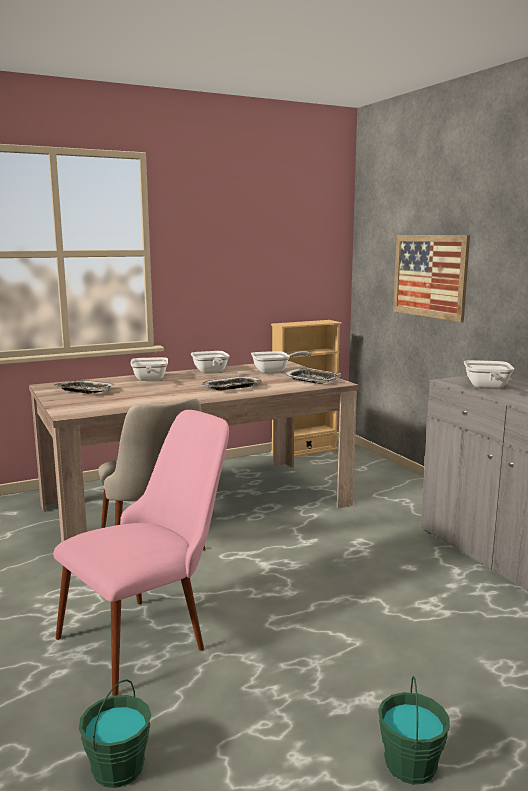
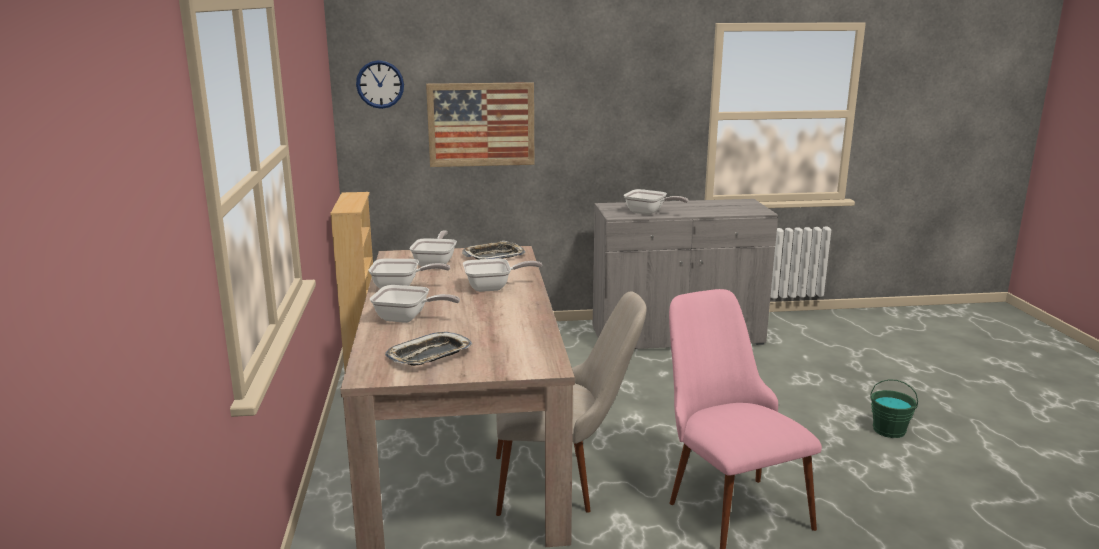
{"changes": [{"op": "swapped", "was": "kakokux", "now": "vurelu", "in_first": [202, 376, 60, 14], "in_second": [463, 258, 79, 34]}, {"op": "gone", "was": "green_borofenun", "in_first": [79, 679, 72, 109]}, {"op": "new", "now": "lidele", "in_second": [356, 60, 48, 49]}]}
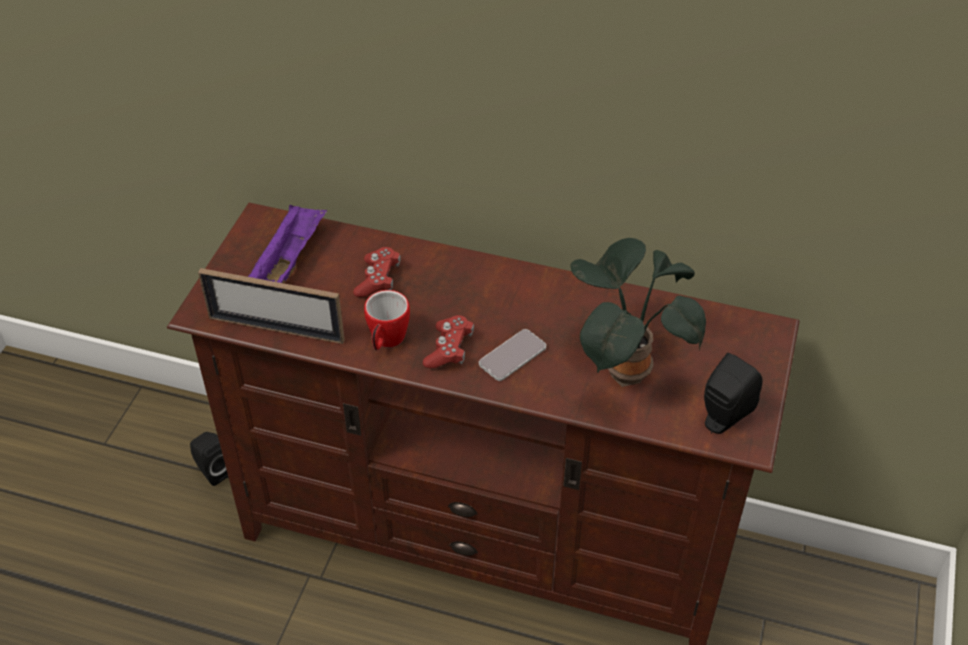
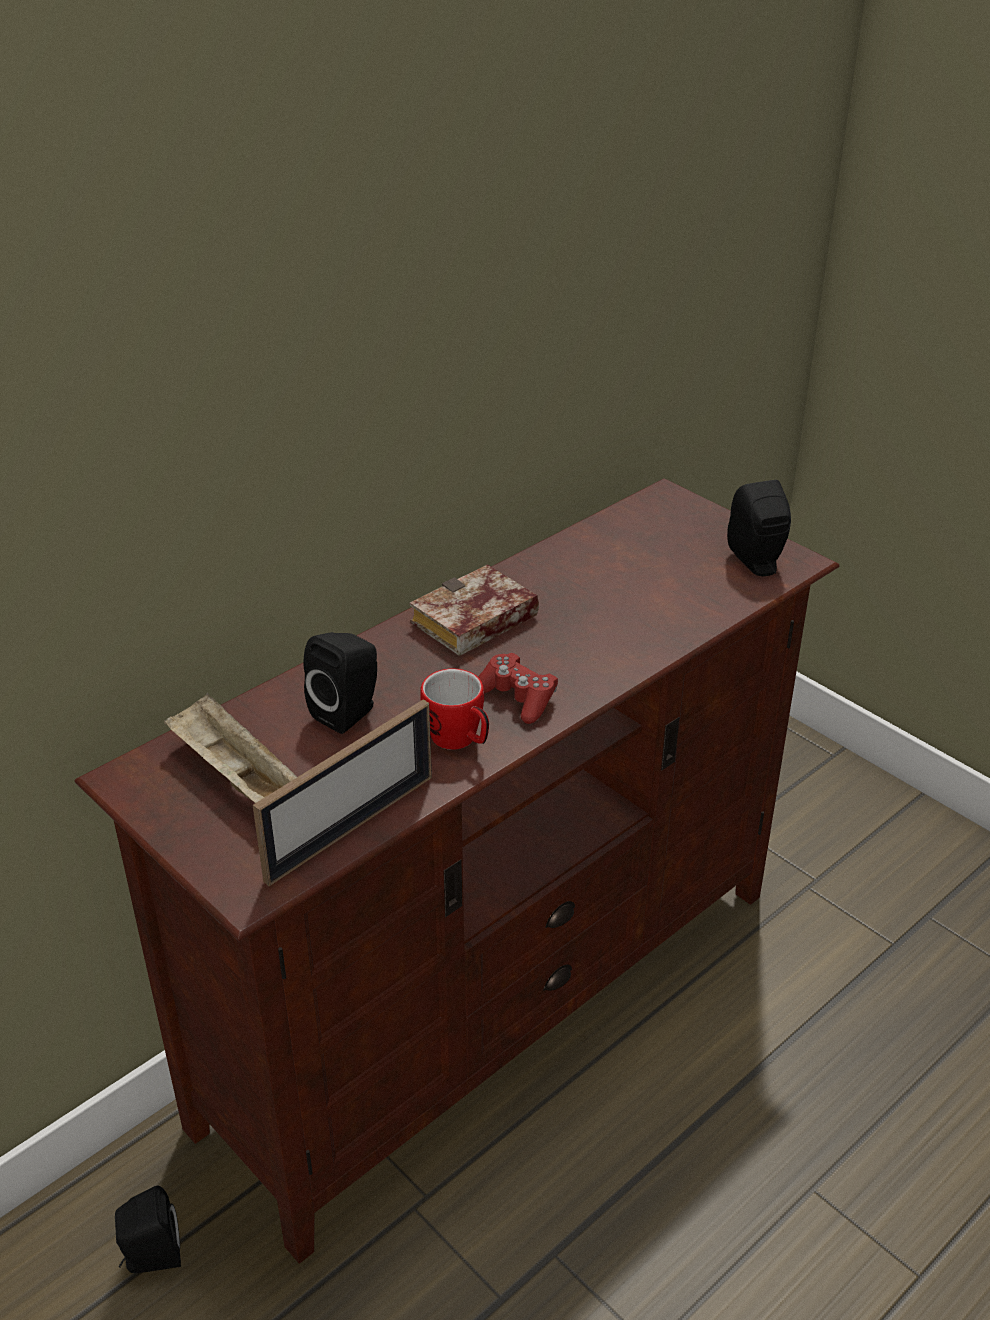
{"changes": [{"op": "repainted", "was": "purple_kakokux", "now": "beige_kakokux", "in_first": [248, 204, 79, 79], "in_second": [164, 693, 133, 110]}, {"op": "gone", "was": "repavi", "in_first": [570, 238, 136, 149]}, {"op": "swapped", "was": "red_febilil", "now": "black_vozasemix", "in_first": [353, 247, 47, 50], "in_second": [303, 632, 74, 102]}, {"op": "gone", "was": "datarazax", "in_first": [479, 329, 67, 52]}, {"op": "new", "now": "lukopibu", "in_second": [410, 564, 129, 92]}]}
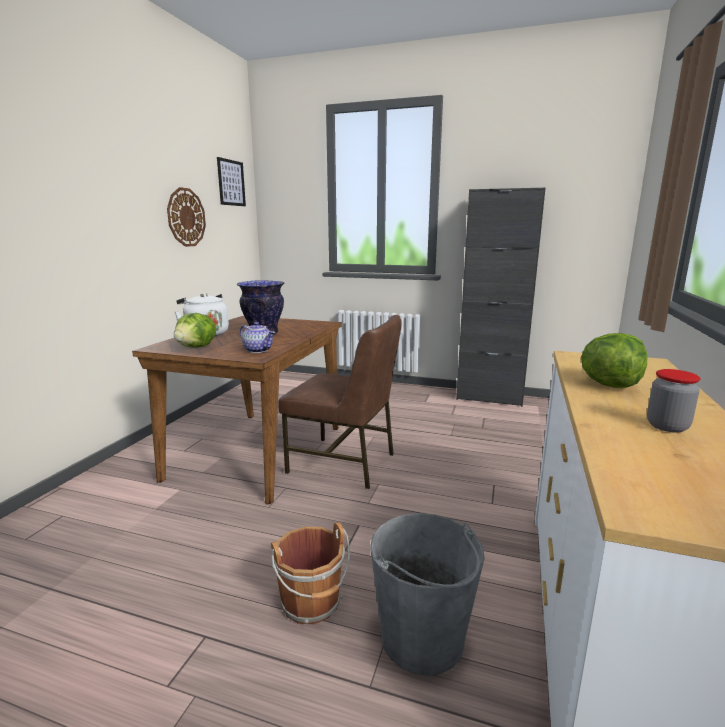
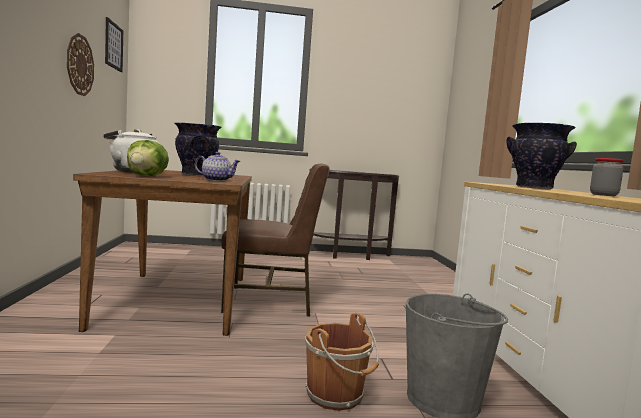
{"changes": [{"op": "swapped", "was": "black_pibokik", "now": "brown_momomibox", "in_first": [456, 187, 90, 220], "in_second": [310, 169, 89, 91]}, {"op": "swapped", "was": "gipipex", "now": "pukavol", "in_first": [581, 333, 67, 55], "in_second": [507, 123, 70, 67]}]}
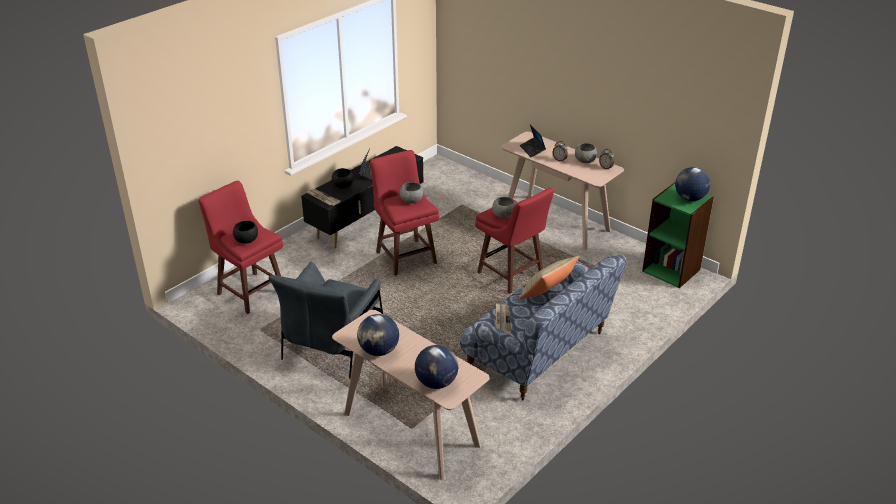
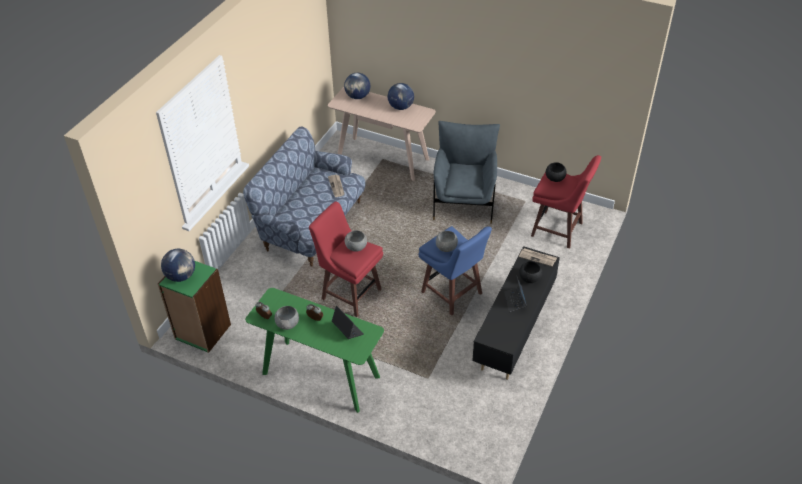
{"changes": [{"op": "repainted", "was": "beige_momomibox", "now": "green_momomibox", "in_first": [501, 132, 123, 118], "in_second": [245, 288, 139, 125]}, {"op": "repainted", "was": "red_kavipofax", "now": "blue_kavipofax", "in_first": [370, 150, 69, 126], "in_second": [418, 226, 74, 90]}, {"op": "gone", "was": "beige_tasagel", "in_first": [518, 256, 62, 44]}]}
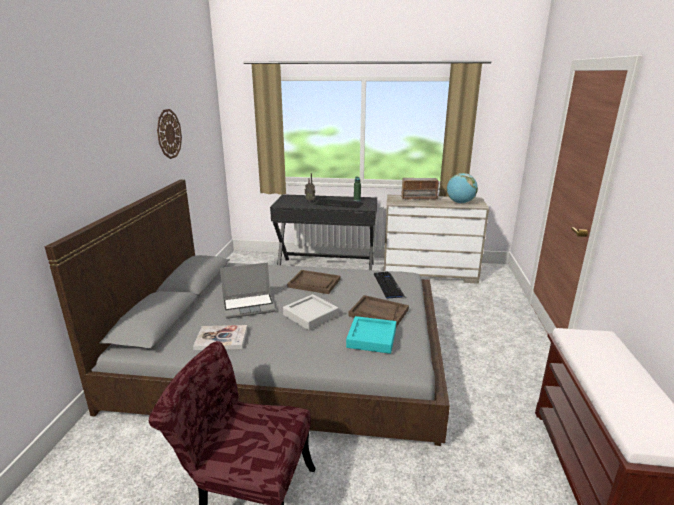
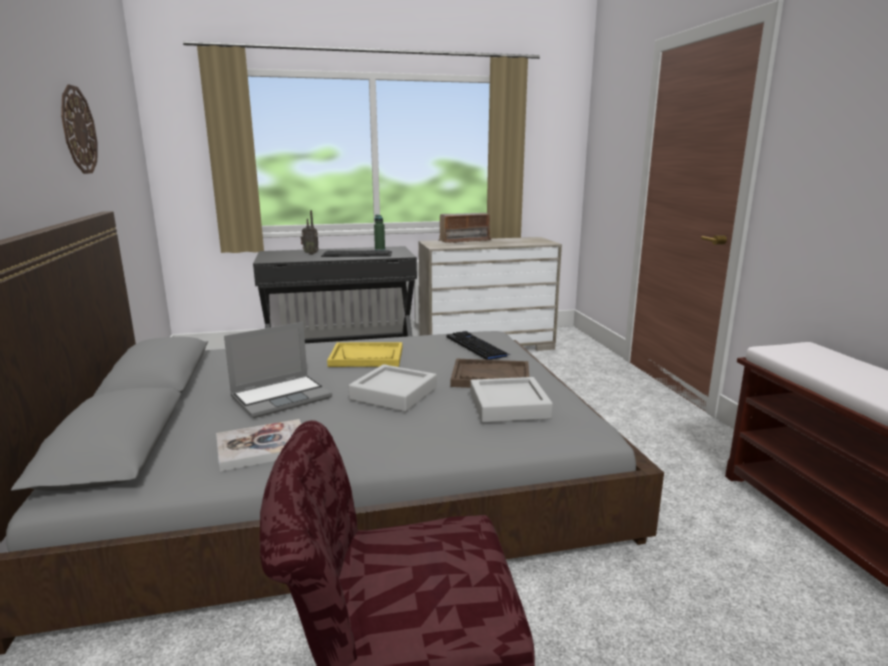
{"changes": [{"op": "gone", "was": "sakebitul", "in_first": [447, 173, 31, 30]}, {"op": "repainted", "was": "brown_kakokux", "now": "yellow_kakokux", "in_first": [287, 270, 53, 24], "in_second": [327, 342, 75, 25]}, {"op": "repainted", "was": "turquoise_kakokux", "now": "grey_kakokux", "in_first": [346, 316, 50, 38], "in_second": [470, 377, 83, 46]}]}
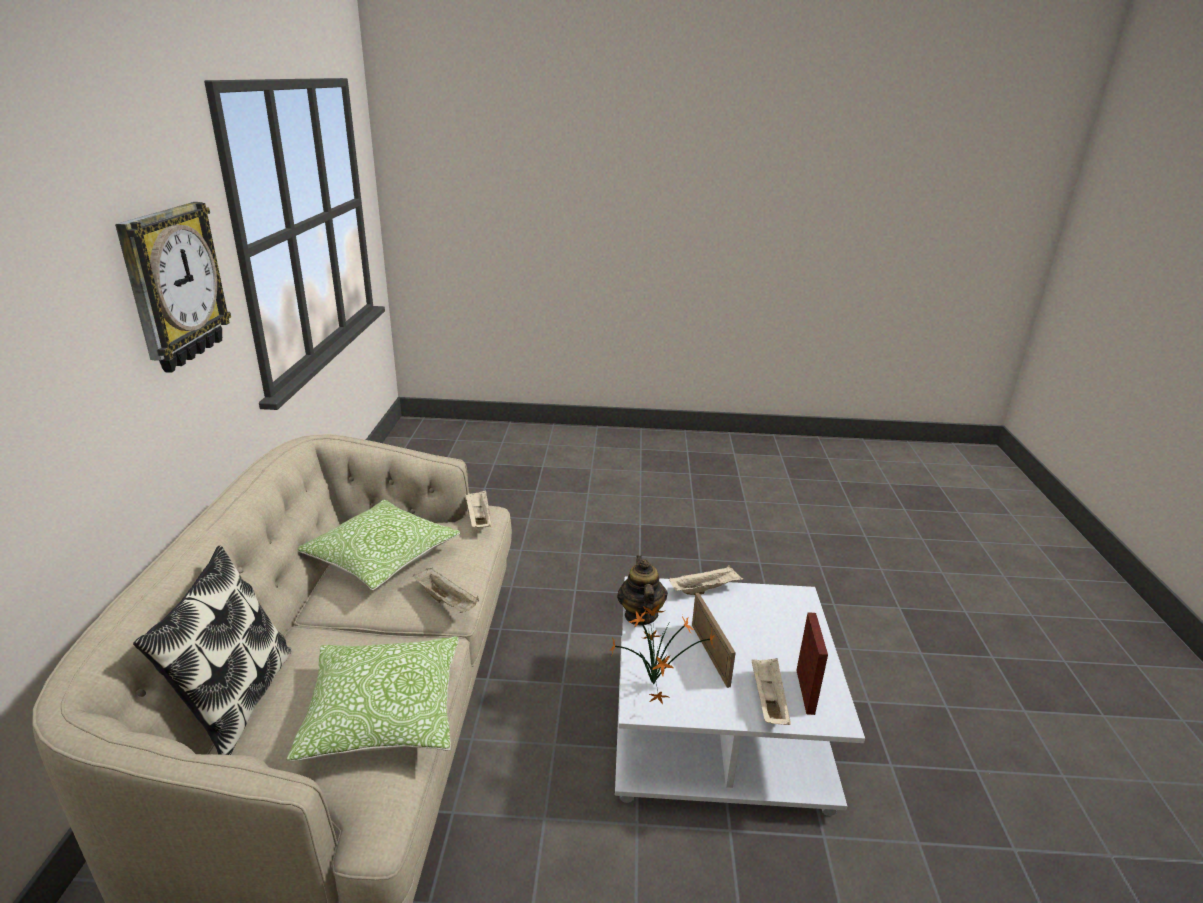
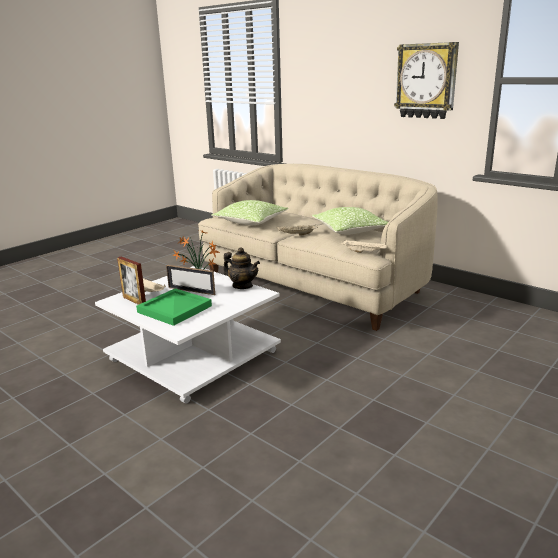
{"changes": [{"op": "gone", "was": "tasagel", "in_first": [133, 546, 159, 209]}, {"op": "gone", "was": "beige_kakokux", "in_first": [669, 565, 74, 30]}, {"op": "new", "now": "green_kakokux", "in_second": [136, 288, 76, 38]}]}
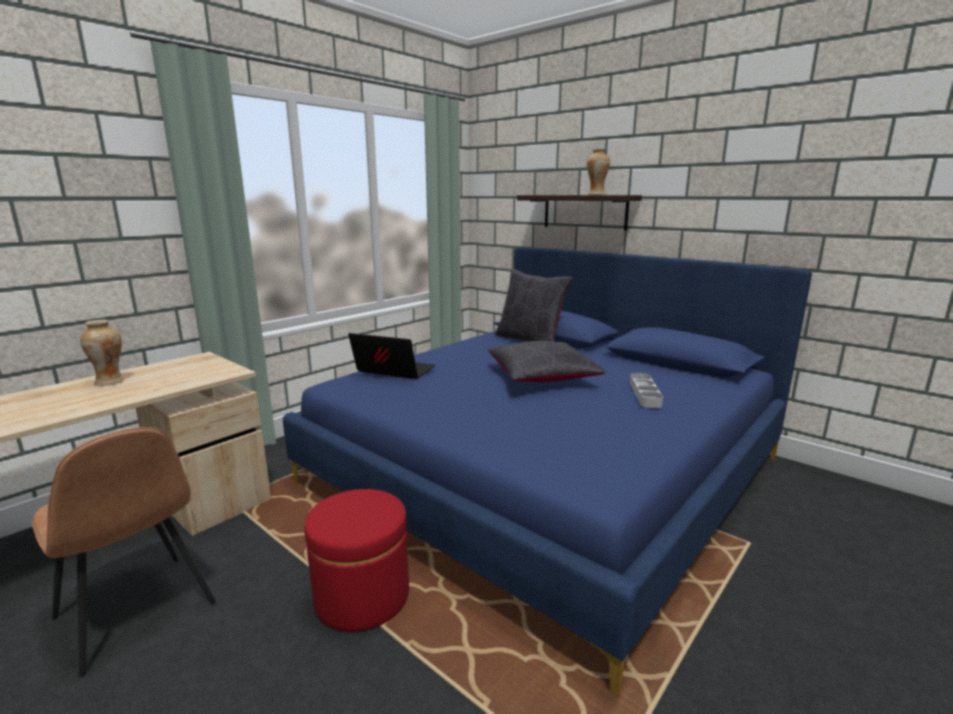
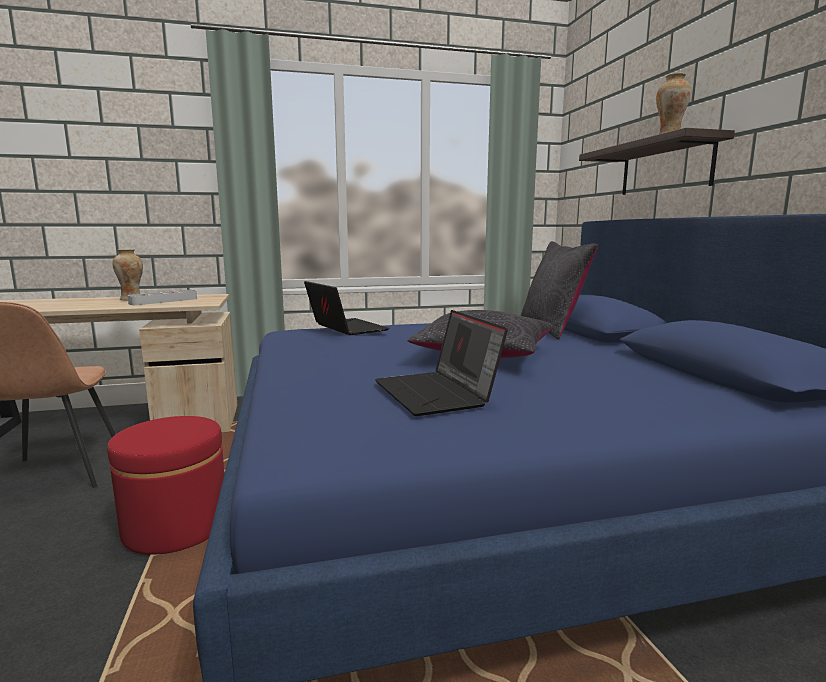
{"changes": [{"op": "shifted", "was": "grey_kakokux", "in_first": [630, 373, 33, 35], "in_second": [127, 290, 70, 15]}, {"op": "new", "now": "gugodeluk", "in_second": [375, 310, 133, 106]}]}
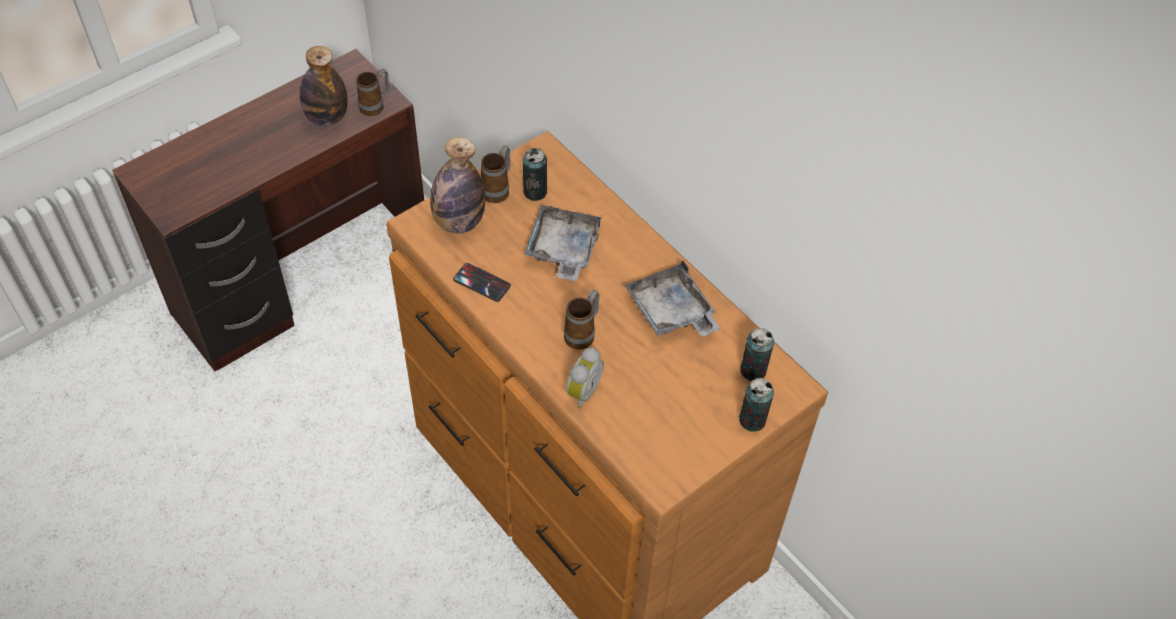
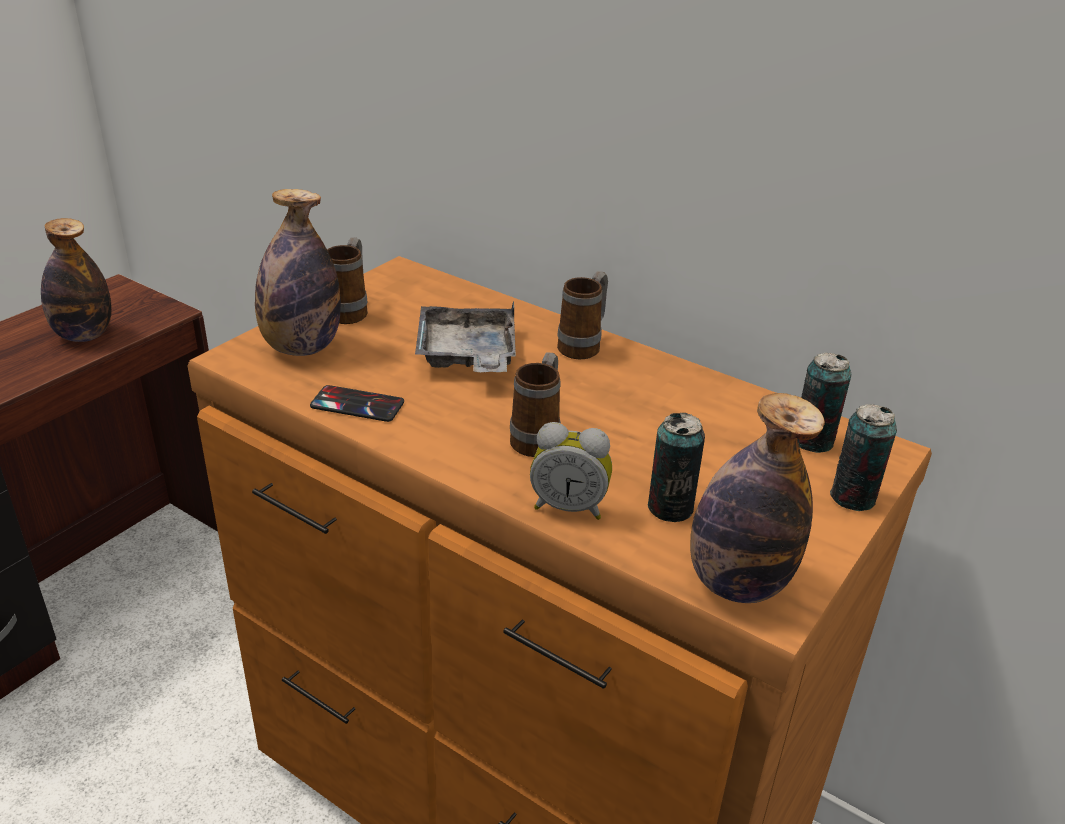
{"changes": [{"op": "shifted", "was": "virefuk", "in_first": [356, 69, 33, 47], "in_second": [557, 271, 51, 88]}, {"op": "shifted", "was": "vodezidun", "in_first": [523, 148, 24, 53], "in_second": [647, 413, 58, 109]}, {"op": "gone", "was": "grey_kakokux", "in_first": [625, 261, 95, 76]}, {"op": "rotated", "was": "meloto", "in_first": [566, 348, 38, 61], "in_second": [530, 422, 82, 98], "clockwise": 90}, {"op": "new", "now": "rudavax", "in_second": [690, 393, 135, 210]}]}
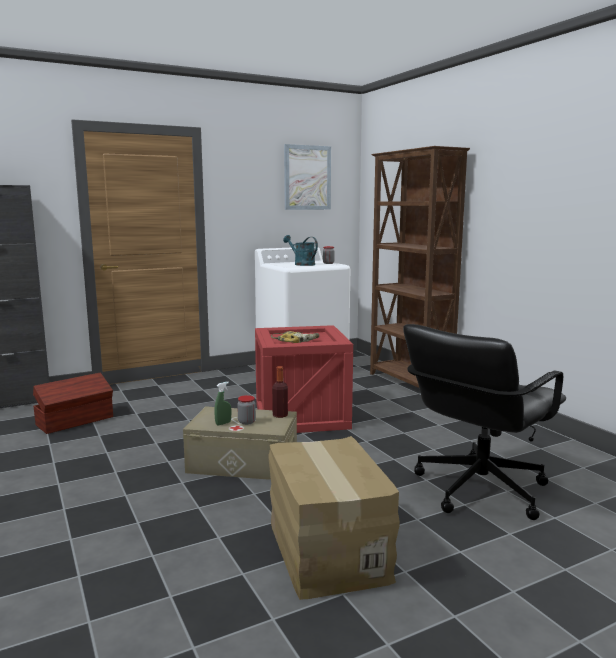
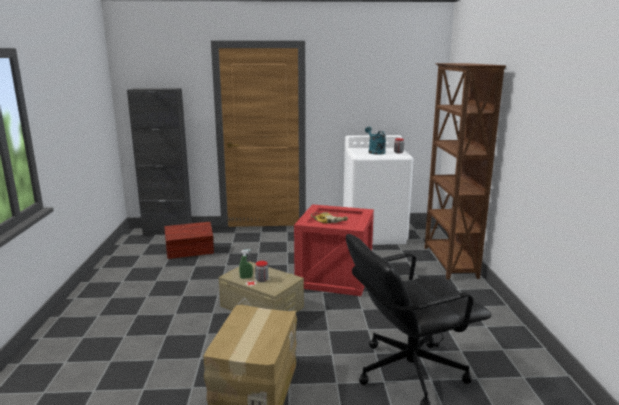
{"changes": [{"op": "gone", "was": "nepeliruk", "in_first": [284, 144, 47, 66]}, {"op": "gone", "was": "rudavax", "in_first": [272, 366, 16, 52]}]}
